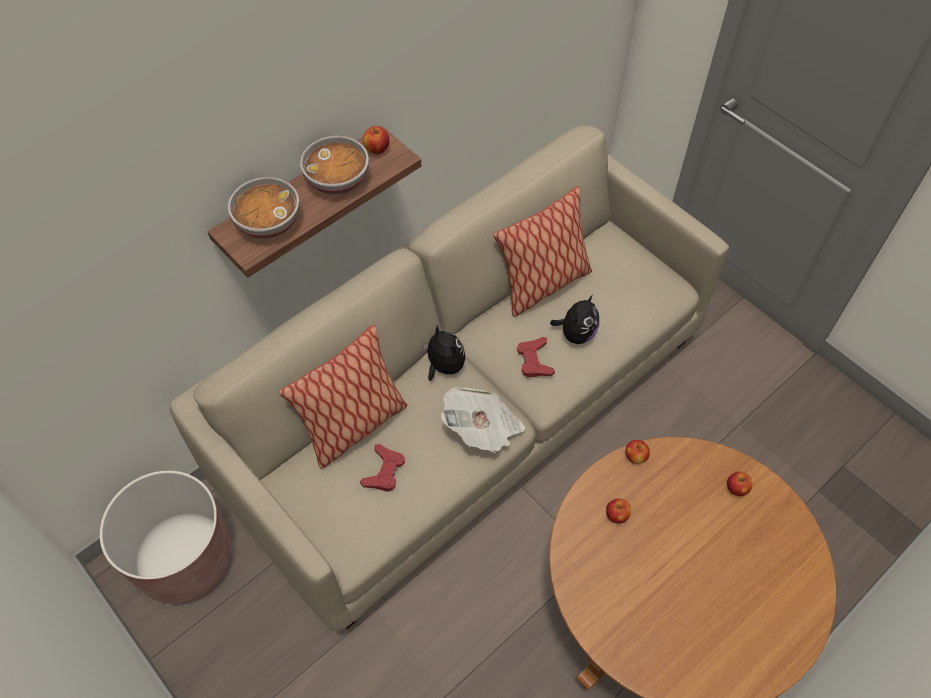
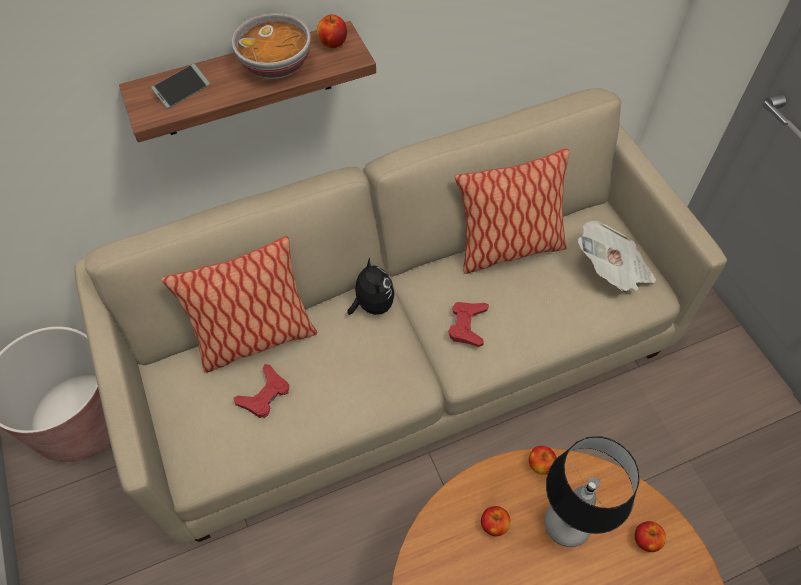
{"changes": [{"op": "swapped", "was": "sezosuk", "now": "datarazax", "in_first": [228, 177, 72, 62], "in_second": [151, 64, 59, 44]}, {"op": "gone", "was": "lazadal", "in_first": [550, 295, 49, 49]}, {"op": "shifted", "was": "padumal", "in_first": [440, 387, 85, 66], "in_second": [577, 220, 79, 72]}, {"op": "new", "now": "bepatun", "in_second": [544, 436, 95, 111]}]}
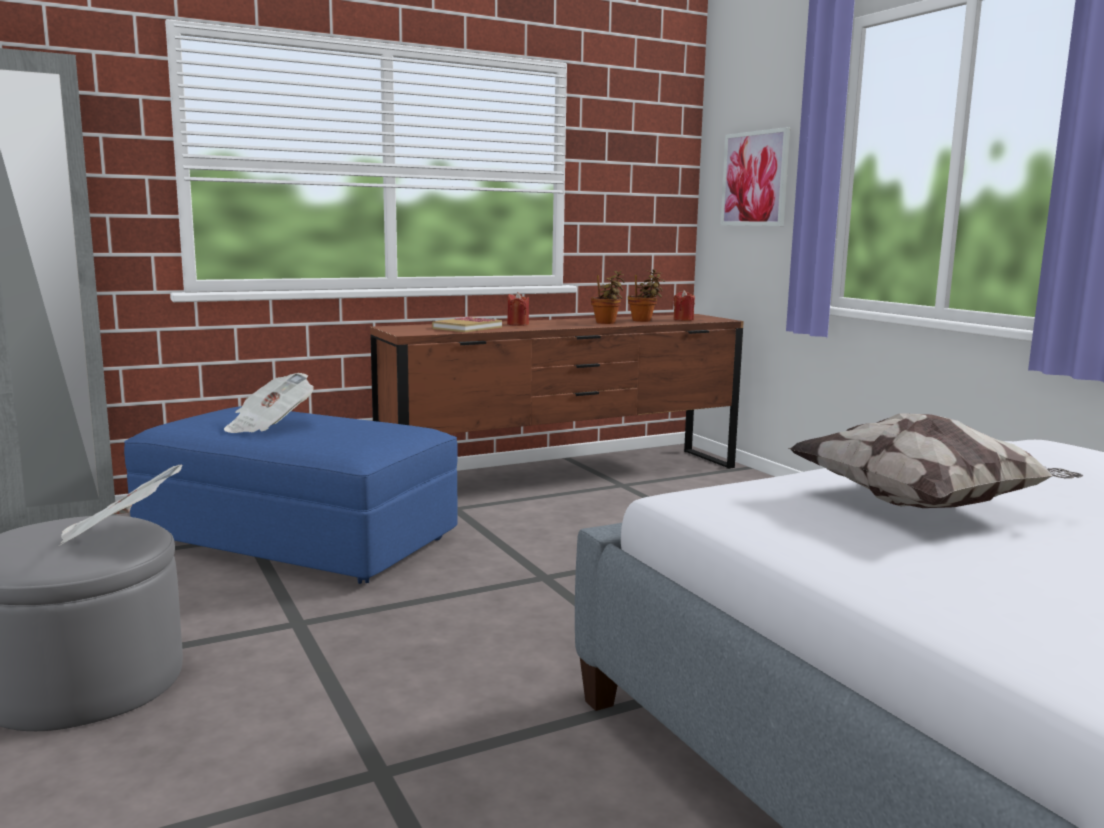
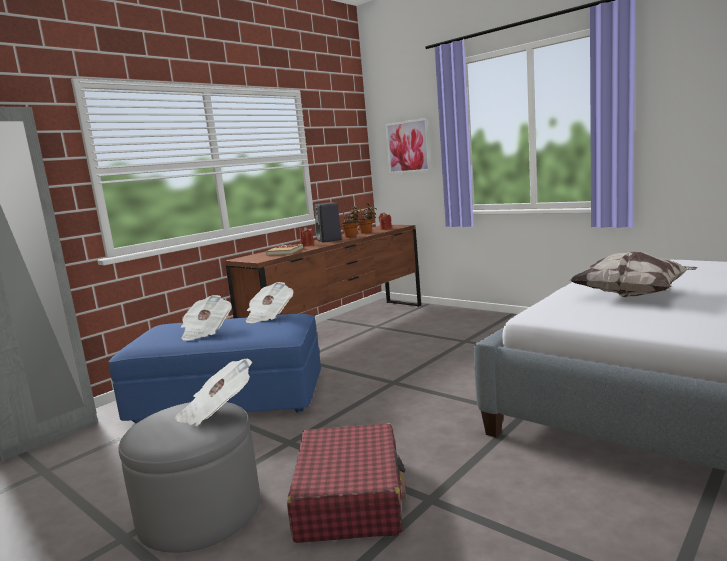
{"changes": [{"op": "new", "now": "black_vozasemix", "in_second": [315, 202, 27, 40]}, {"op": "new", "now": "padumal", "in_second": [246, 282, 47, 41]}, {"op": "new", "now": "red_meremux", "in_second": [287, 423, 119, 120]}]}
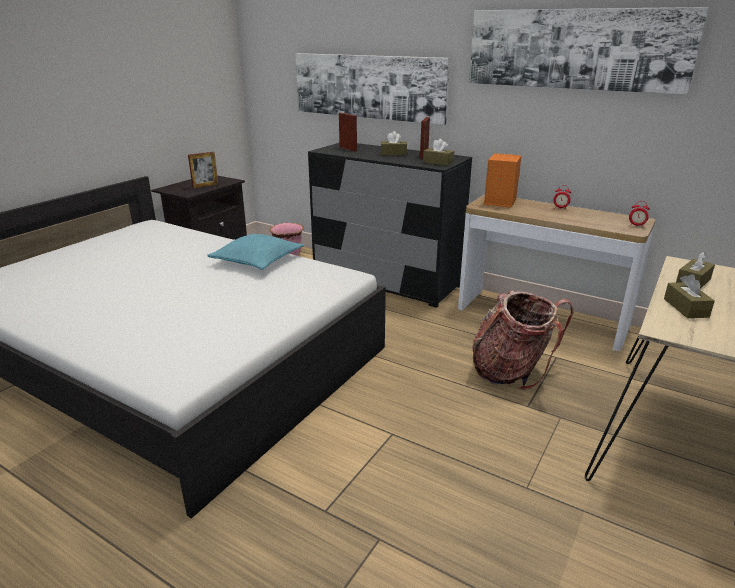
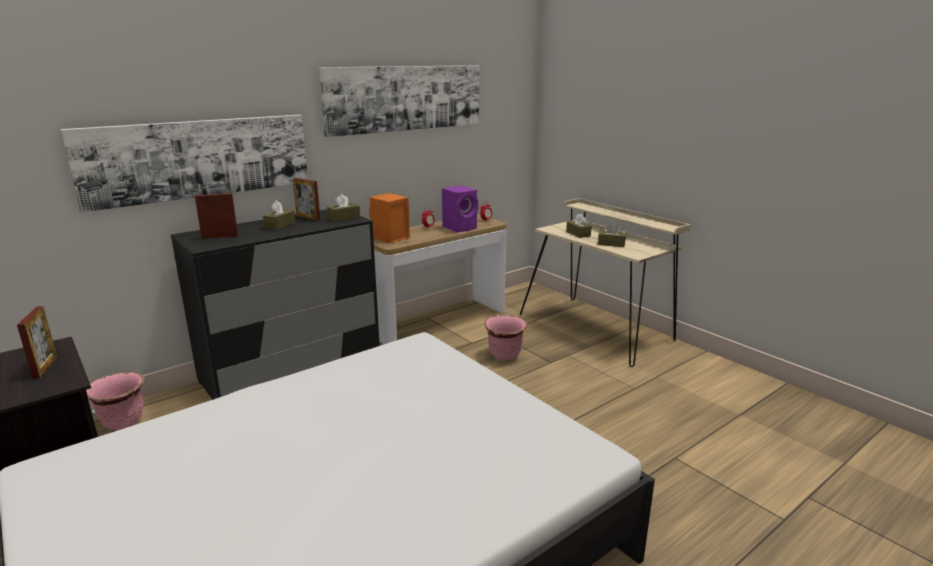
{"changes": [{"op": "gone", "was": "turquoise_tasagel", "in_first": [207, 234, 97, 36]}, {"op": "swapped", "was": "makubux", "now": "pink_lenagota", "in_first": [472, 290, 101, 100], "in_second": [484, 315, 44, 46]}, {"op": "new", "now": "purple_vozasemix", "in_second": [442, 185, 36, 47]}]}
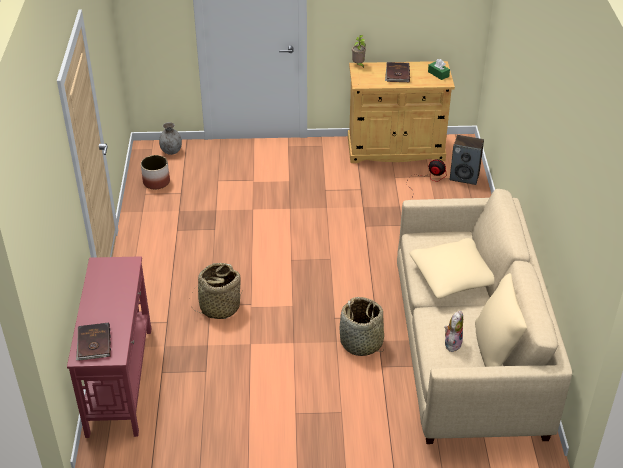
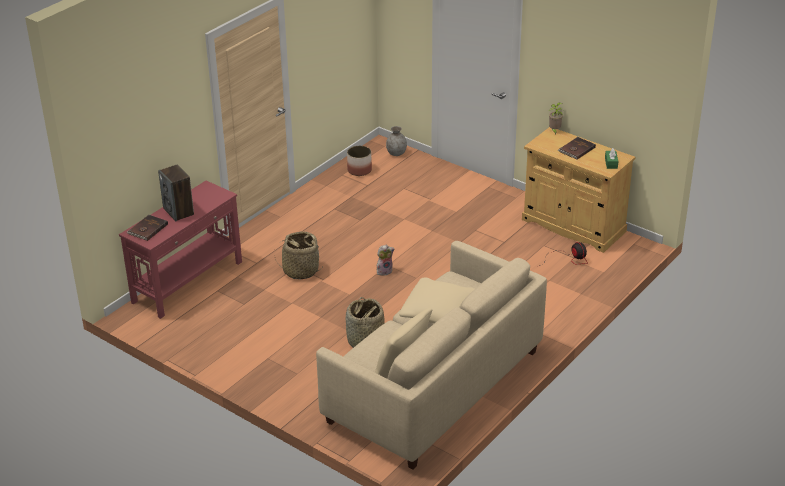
{"changes": [{"op": "shifted", "was": "vozasemix", "in_first": [450, 135, 34, 50], "in_second": [158, 165, 36, 56]}, {"op": "shifted", "was": "lazadal", "in_first": [444, 311, 19, 41], "in_second": [377, 245, 18, 31]}]}
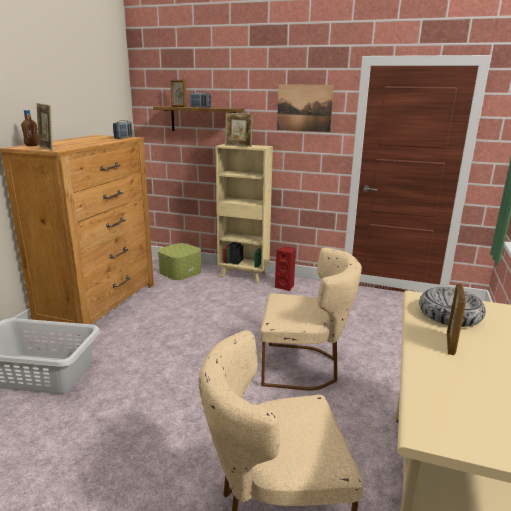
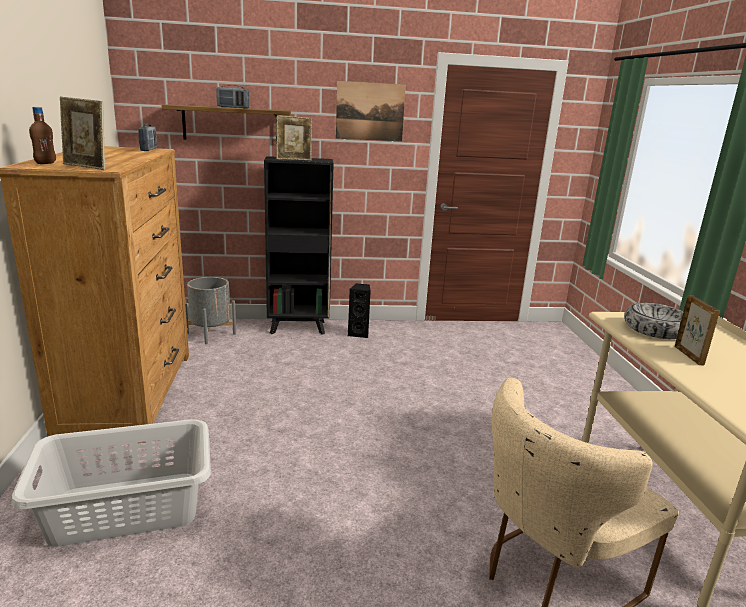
{"changes": [{"op": "gone", "was": "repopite", "in_first": [170, 80, 17, 27]}, {"op": "repainted", "was": "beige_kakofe", "now": "black_kakofe", "in_first": [215, 144, 58, 139], "in_second": [264, 156, 70, 179]}, {"op": "swapped", "was": "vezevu", "now": "grey_lenagota", "in_first": [157, 243, 44, 37], "in_second": [185, 277, 51, 67]}, {"op": "repainted", "was": "red_vozasemix", "now": "black_vozasemix", "in_first": [275, 246, 21, 45], "in_second": [348, 284, 23, 54]}, {"op": "gone", "was": "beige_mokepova", "in_first": [260, 247, 102, 144]}]}
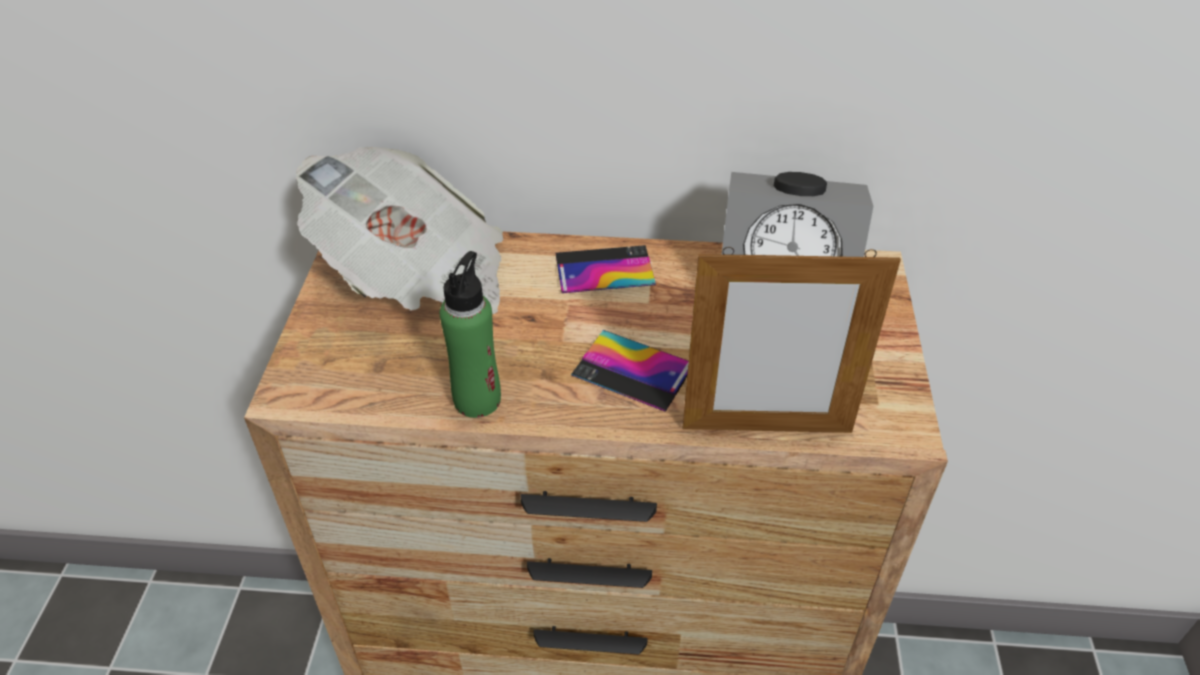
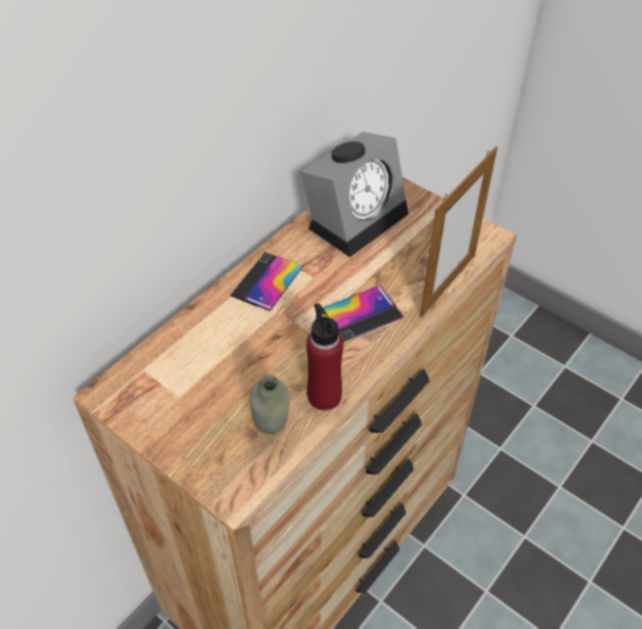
{"changes": [{"op": "gone", "was": "padumal", "in_first": [296, 147, 208, 168]}, {"op": "repainted", "was": "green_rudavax", "now": "red_rudavax", "in_first": [440, 251, 61, 167], "in_second": [306, 303, 37, 107]}, {"op": "new", "now": "grey_rudavax", "in_second": [250, 375, 40, 59]}]}
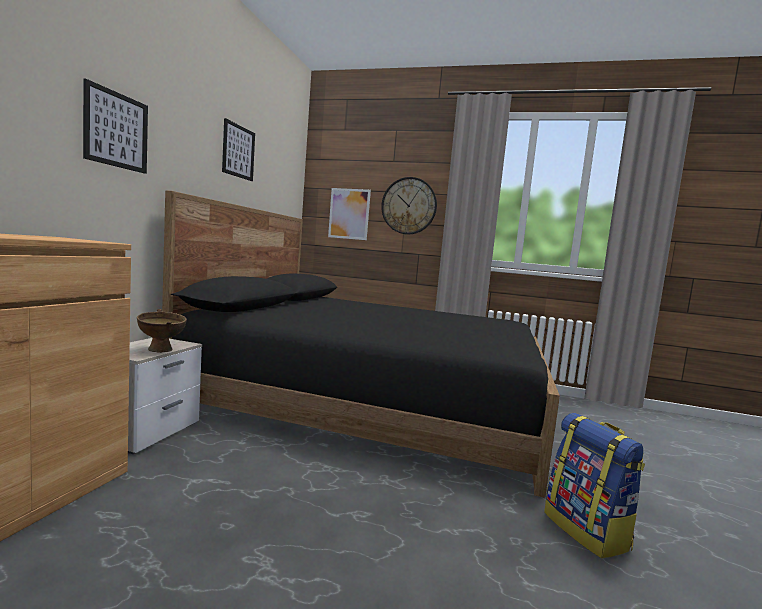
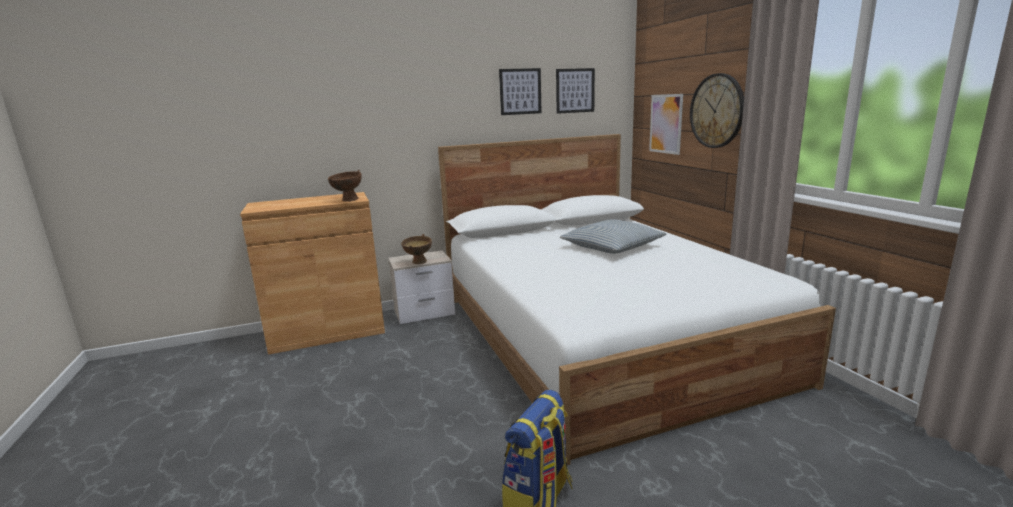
{"changes": [{"op": "shifted", "was": "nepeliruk", "in_first": [83, 79, 65, 95], "in_second": [556, 68, 39, 46]}, {"op": "repainted", "was": "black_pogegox", "now": "white_pogegox", "in_first": [162, 191, 398, 307], "in_second": [438, 134, 398, 331]}, {"op": "new", "now": "brown_sezosuk", "in_second": [328, 170, 34, 32]}, {"op": "new", "now": "tasagel", "in_second": [560, 219, 107, 35]}]}
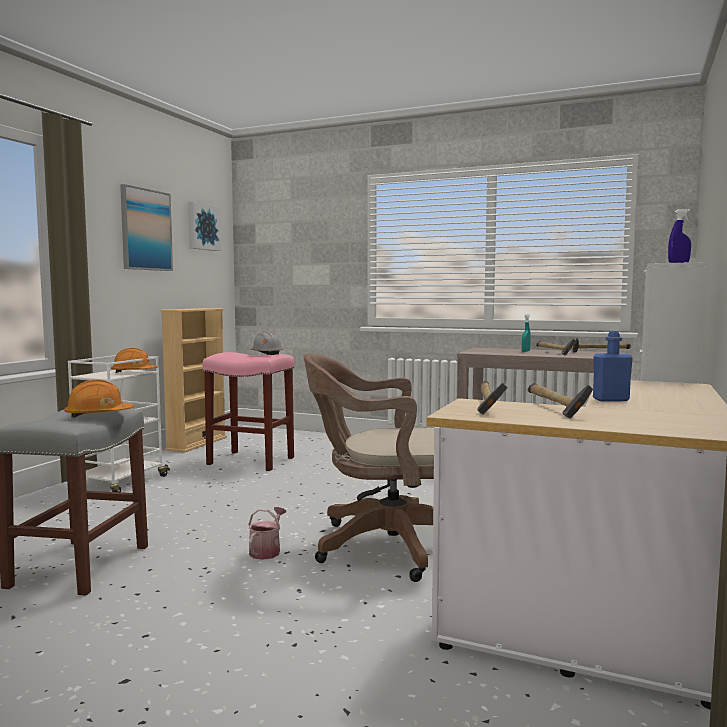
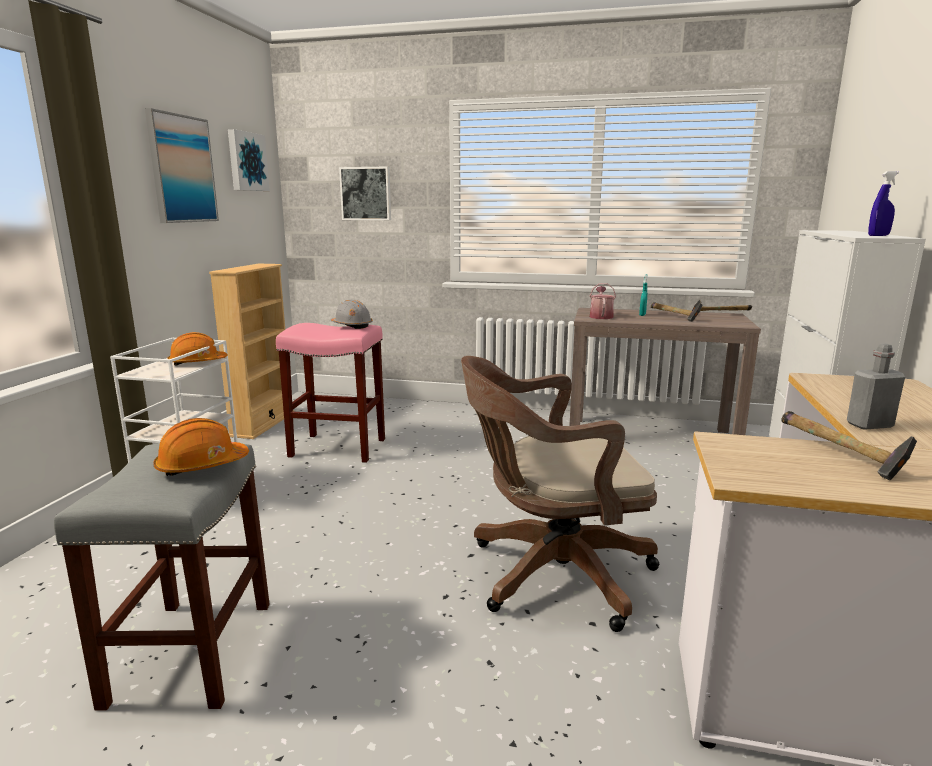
{"changes": [{"op": "repainted", "was": "blue_rudavax", "now": "grey_rudavax", "in_first": [593, 331, 40, 70], "in_second": [847, 344, 58, 86]}, {"op": "gone", "was": "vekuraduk", "in_first": [477, 381, 31, 34]}, {"op": "shifted", "was": "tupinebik", "in_first": [248, 507, 38, 53], "in_second": [590, 283, 26, 36]}, {"op": "new", "now": "nepeliruk", "in_second": [339, 167, 52, 53]}]}
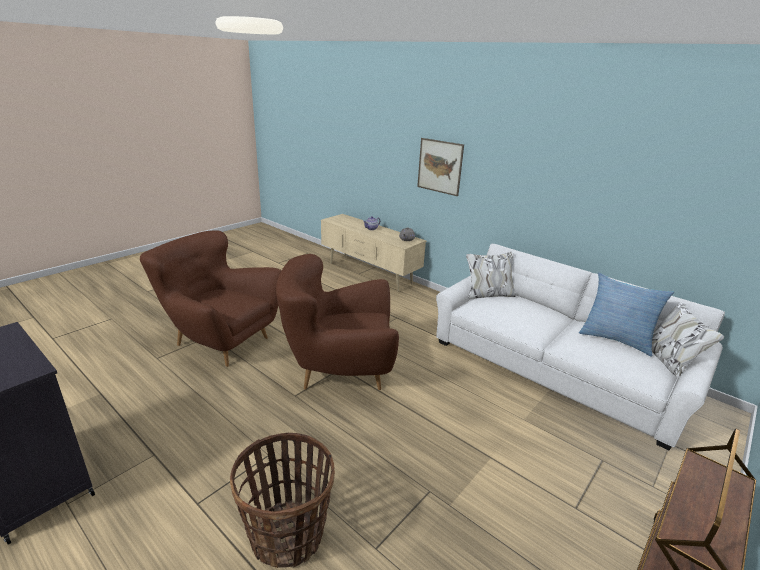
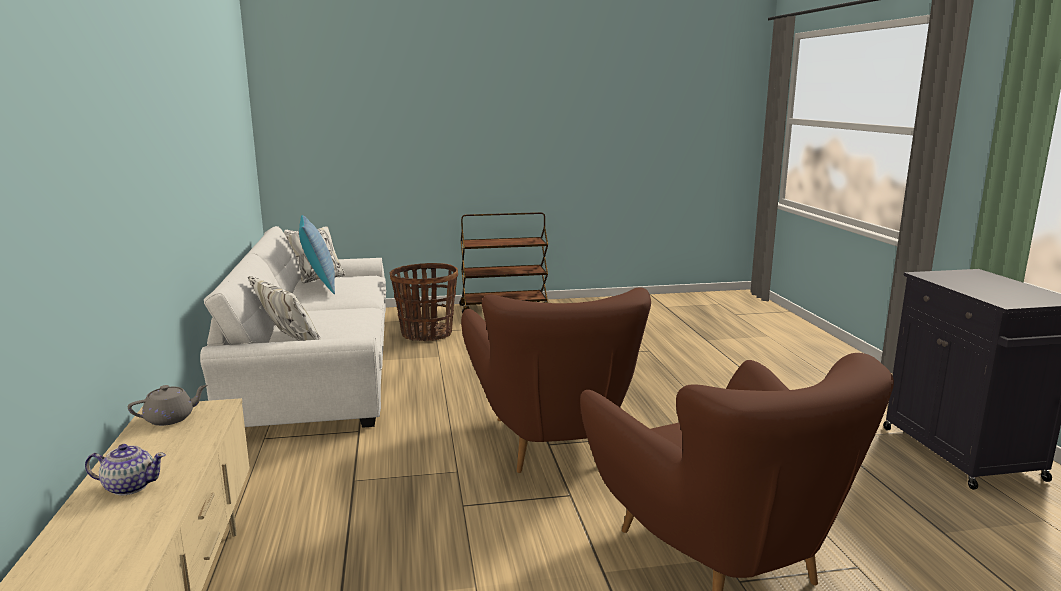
{"changes": [{"op": "gone", "was": "nepeliruk", "in_first": [417, 138, 47, 58]}, {"op": "rotated", "was": "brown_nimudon", "in_first": [276, 254, 123, 136], "in_second": [461, 287, 190, 186], "clockwise": 45}, {"op": "shifted", "was": "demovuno", "in_first": [230, 433, 105, 135], "in_second": [390, 263, 68, 78]}]}
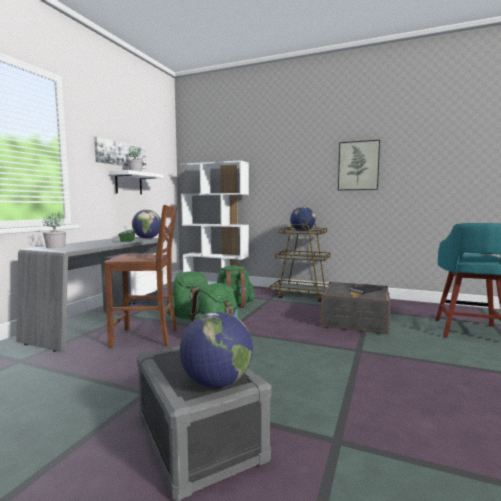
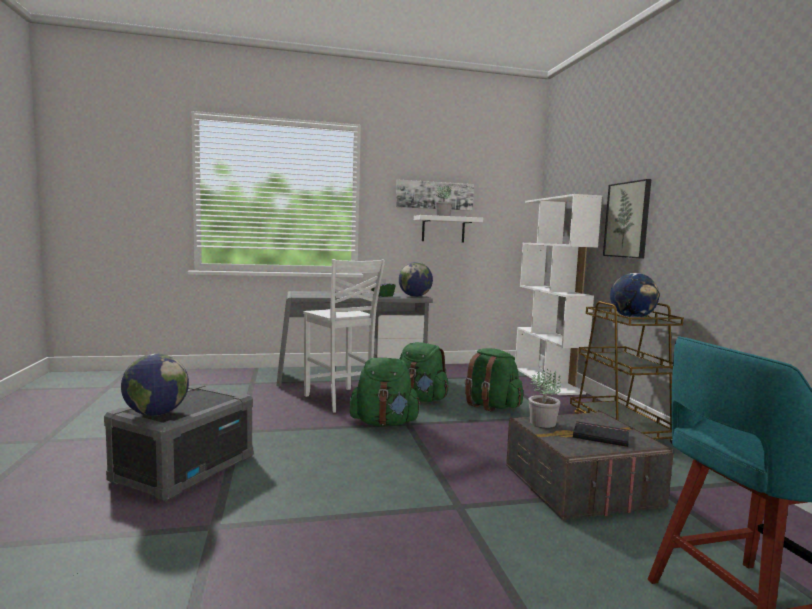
{"changes": [{"op": "shifted", "was": "nepeliruk", "in_first": [338, 140, 42, 50], "in_second": [603, 179, 48, 80]}, {"op": "repainted", "was": "brown_mokepova", "now": "white_mokepova", "in_first": [104, 205, 74, 143], "in_second": [303, 259, 82, 154]}, {"op": "shifted", "was": "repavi", "in_first": [42, 211, 24, 37], "in_second": [529, 369, 32, 59]}]}
